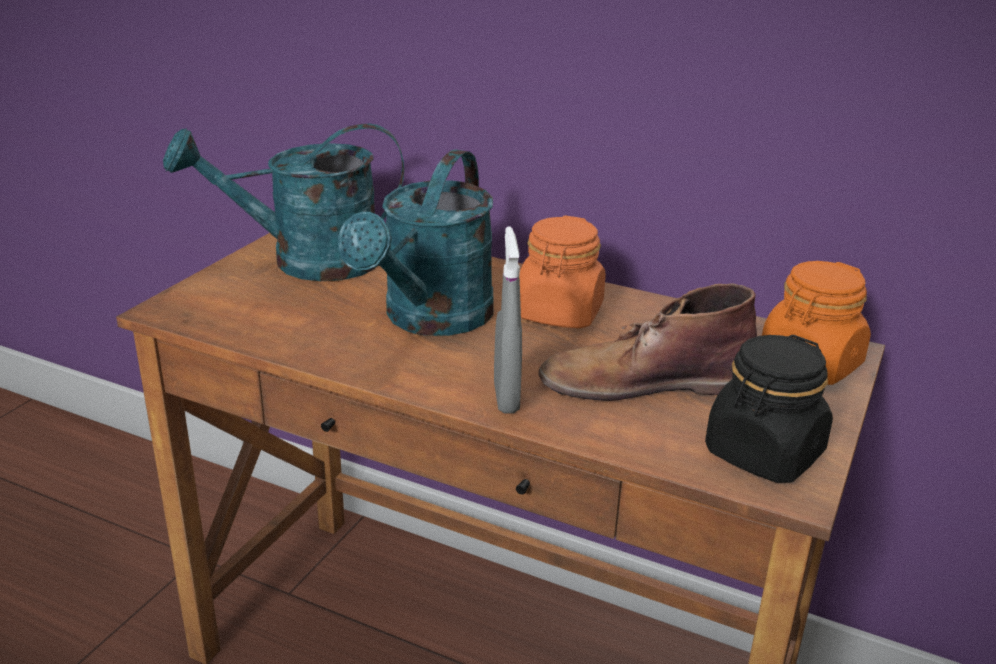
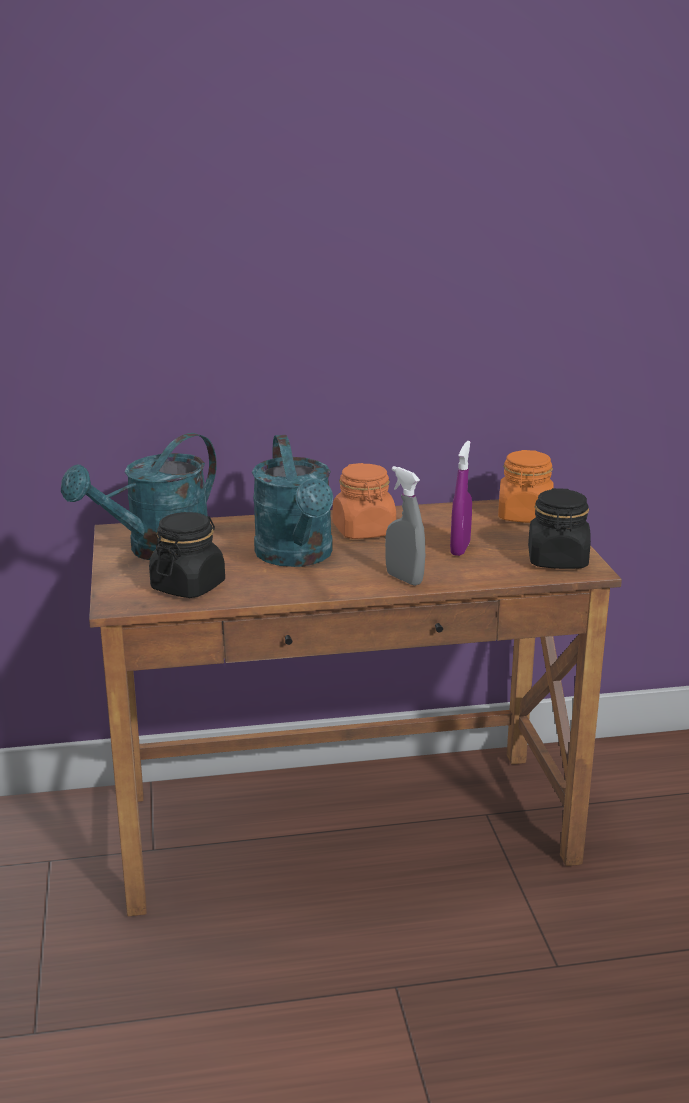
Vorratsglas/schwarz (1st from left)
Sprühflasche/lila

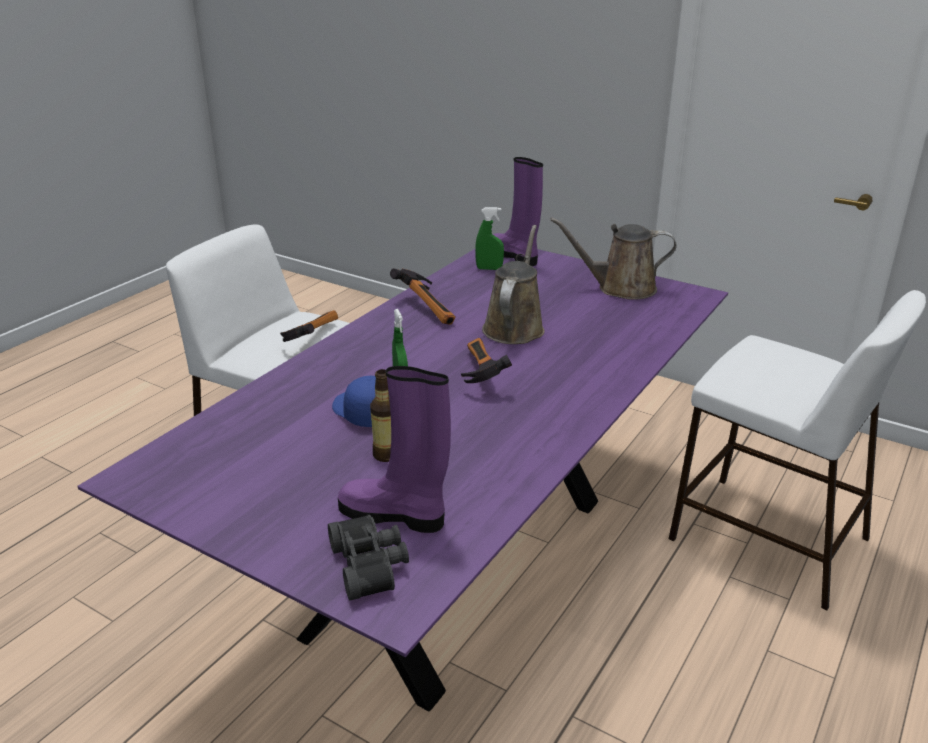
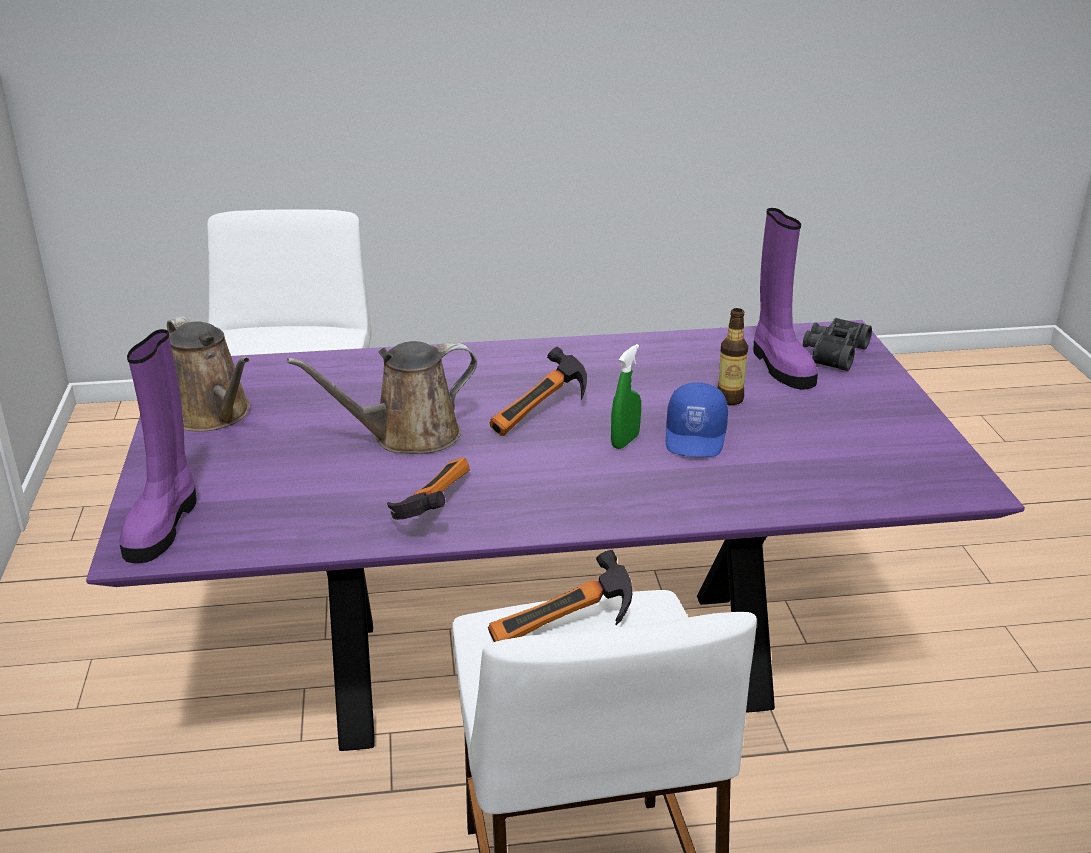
Sprühflasche/grün (2nd from left in the first image)

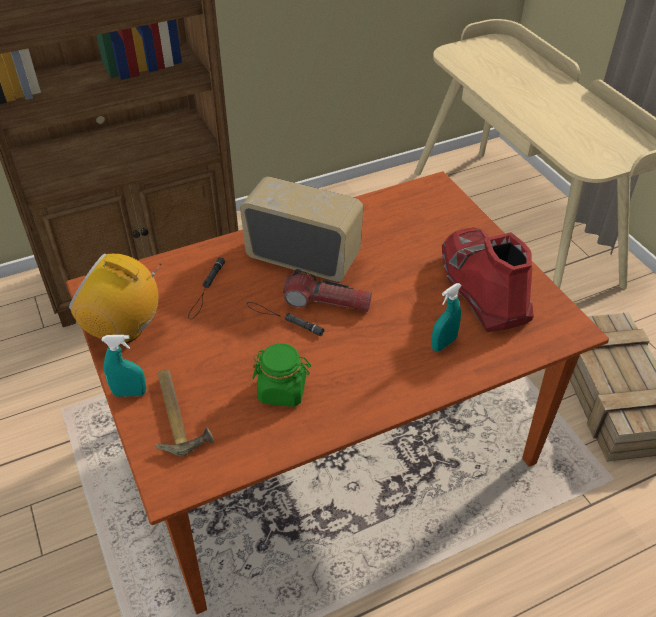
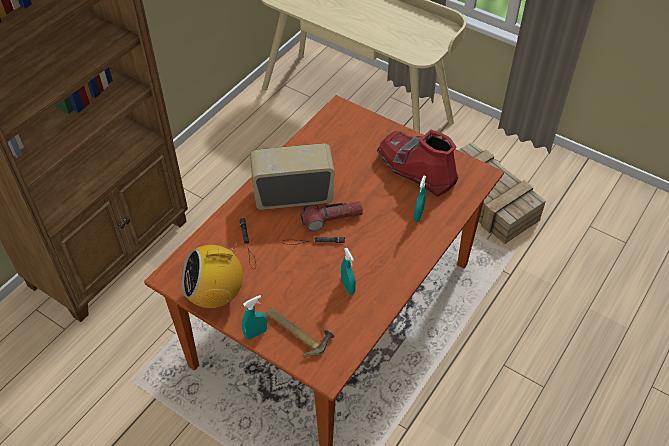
Sprühflasche/türkis (2nd from left)

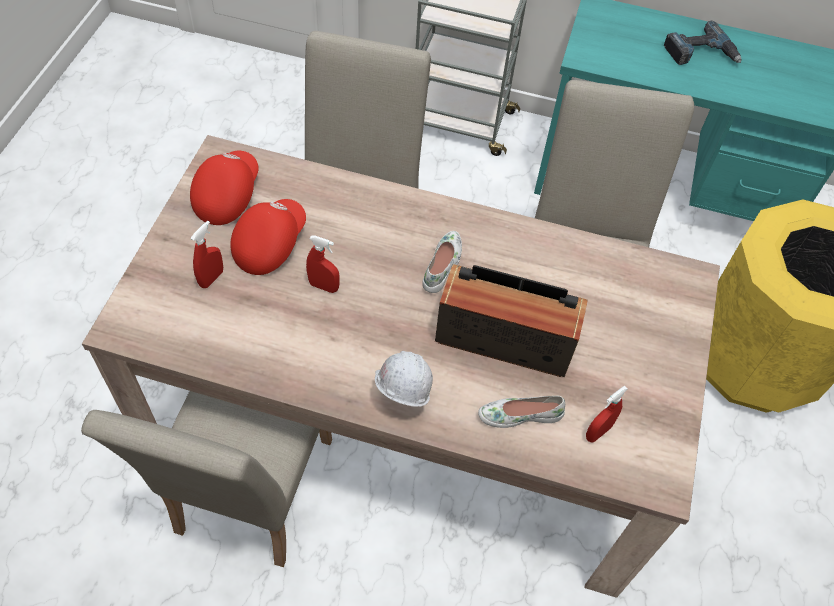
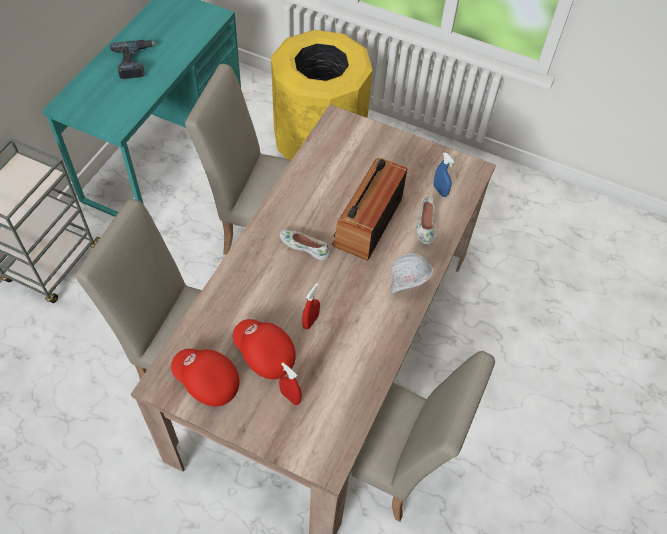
Sprühflasche/blau

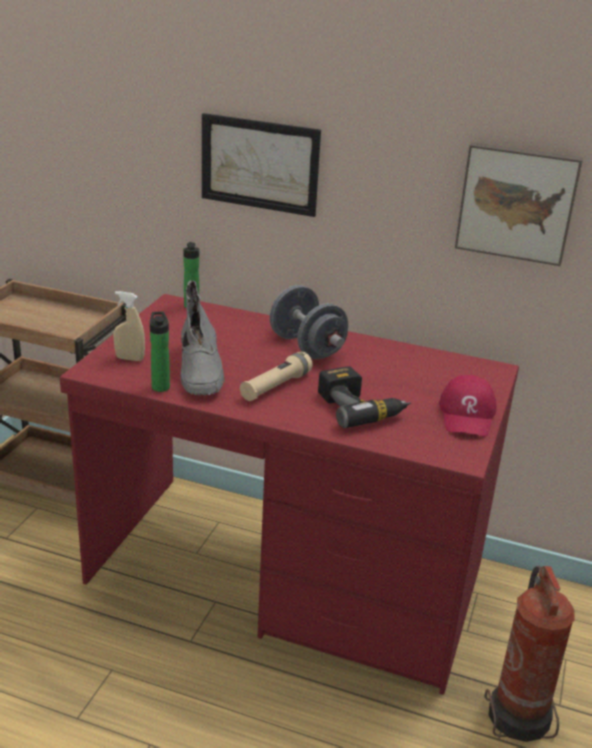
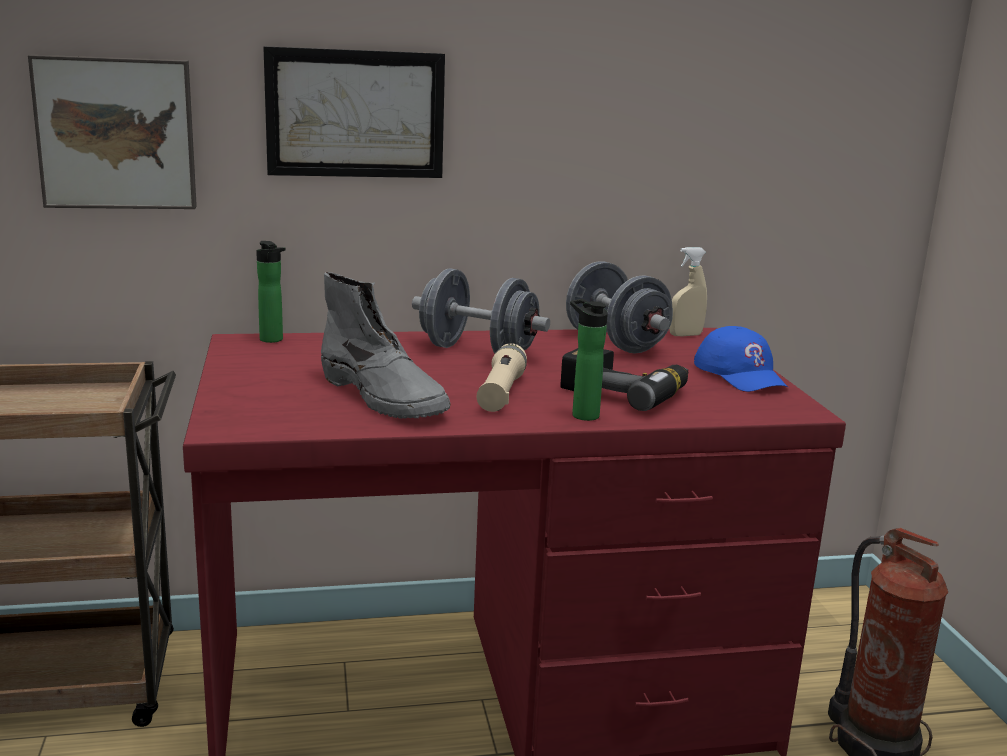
Hantel/grau (2nd from left)
Sprühflasche/beige
Flasche (2nd from left)
Bild (1st from left)
Kappe/blau

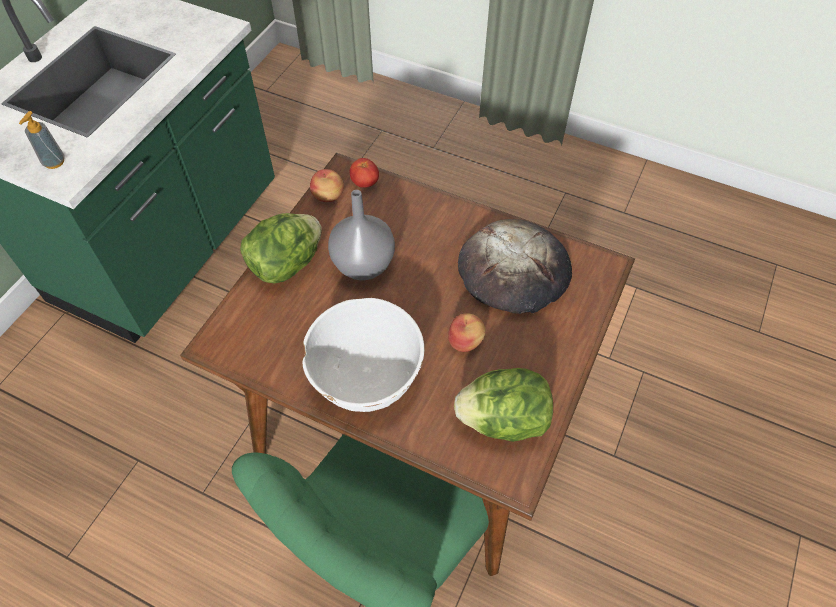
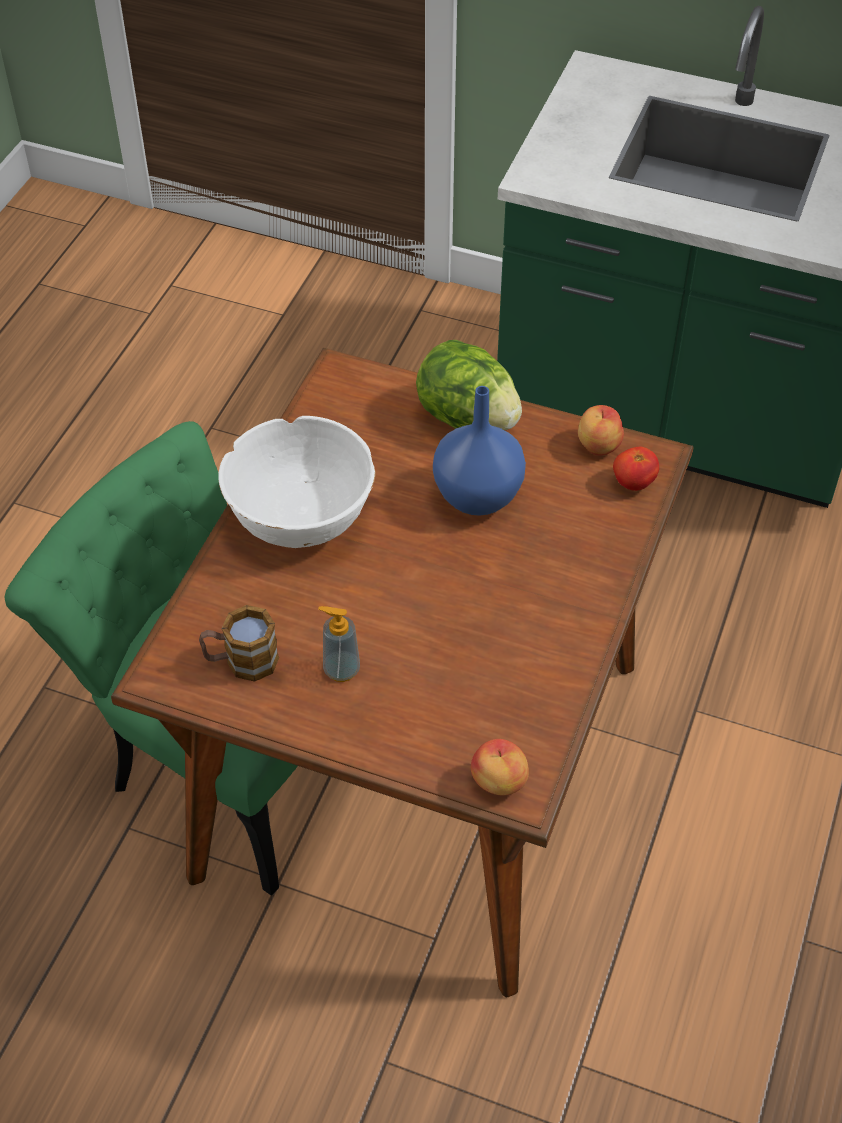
Brot
Seifenspender
Apfel (1st from left)
Henkelbecher
Vase/blau

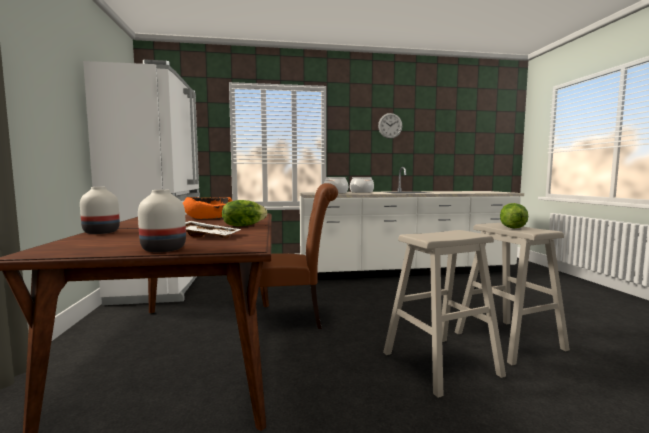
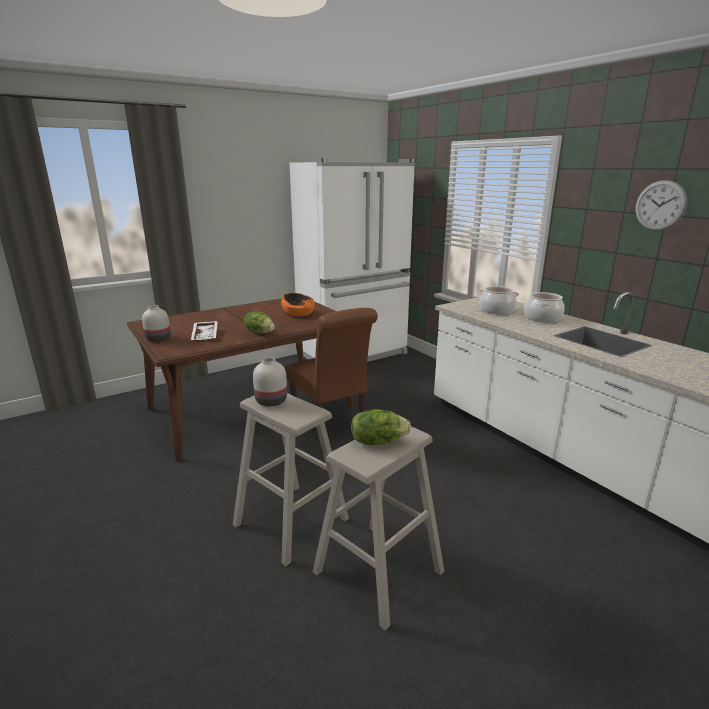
Vase/weiß (2nd from left)

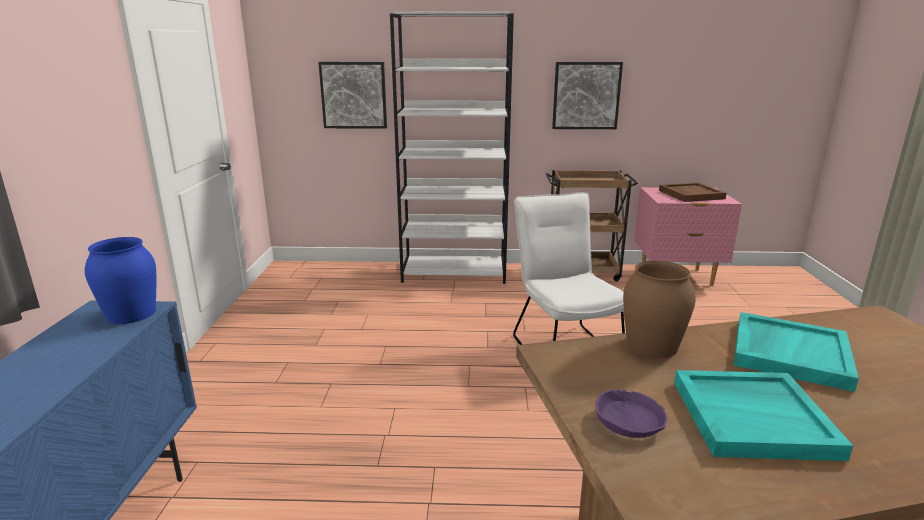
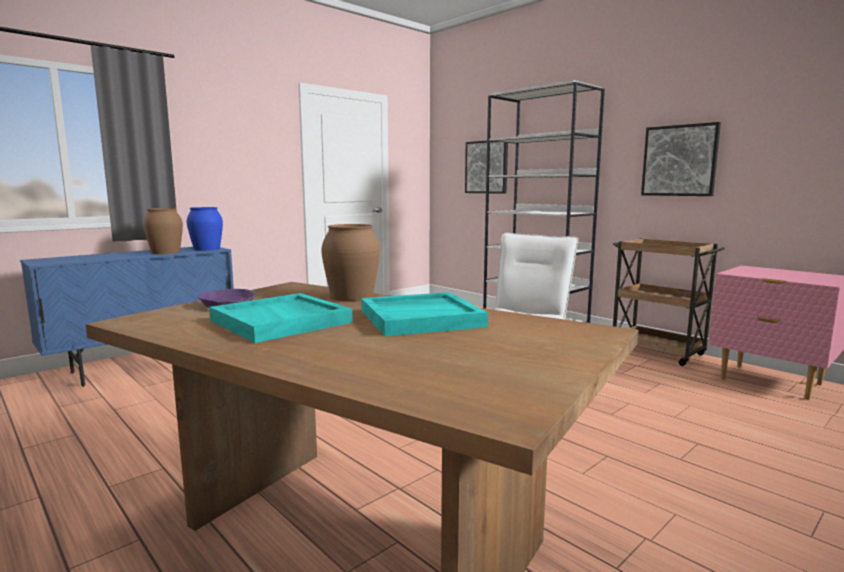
Tablett/braun
Vase/braun (1st from left)

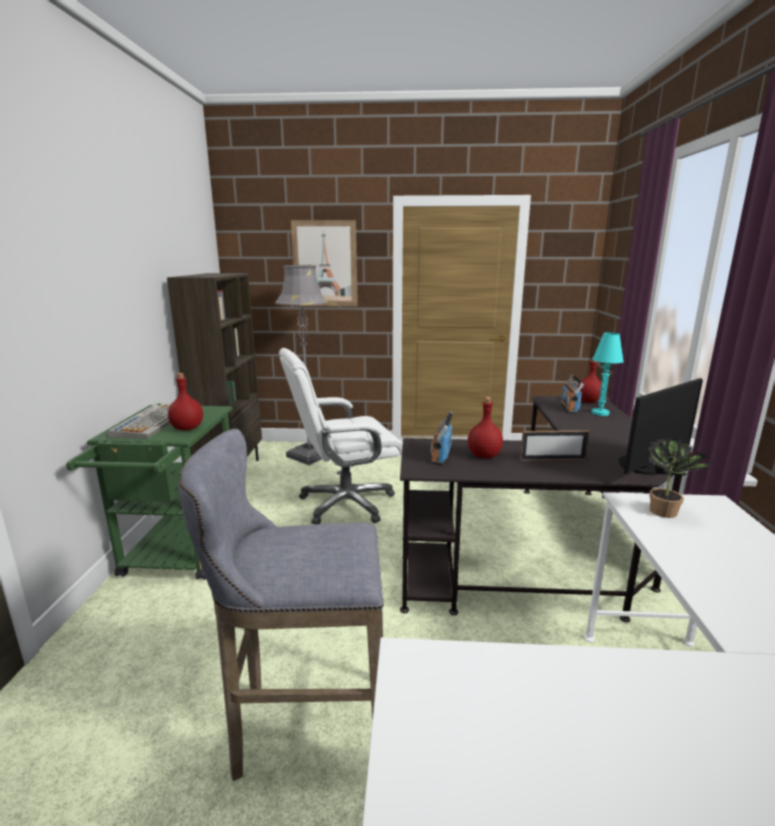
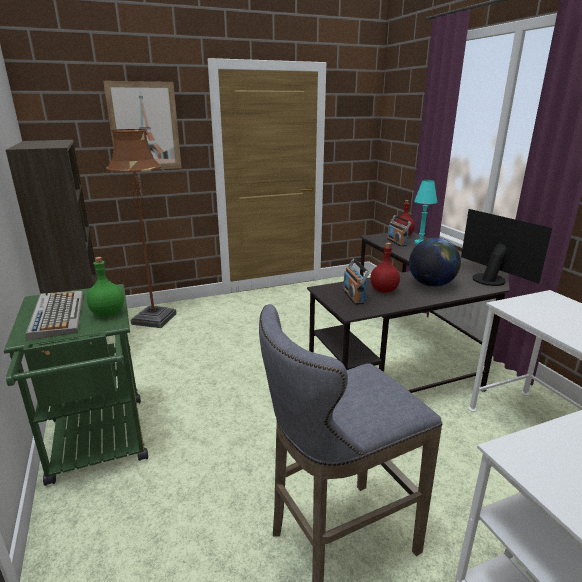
Bürostuhl/weiß
Topfpflanze
Globus
Flasche/grün
Stehlampe/braun
Monitor

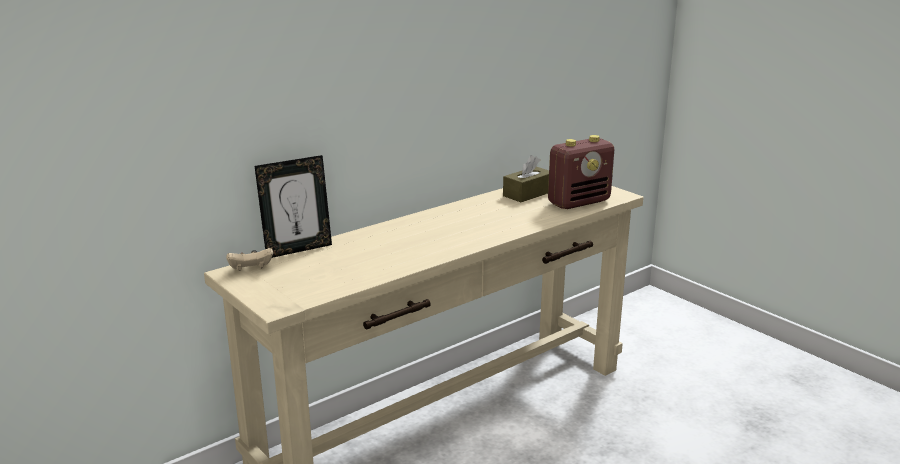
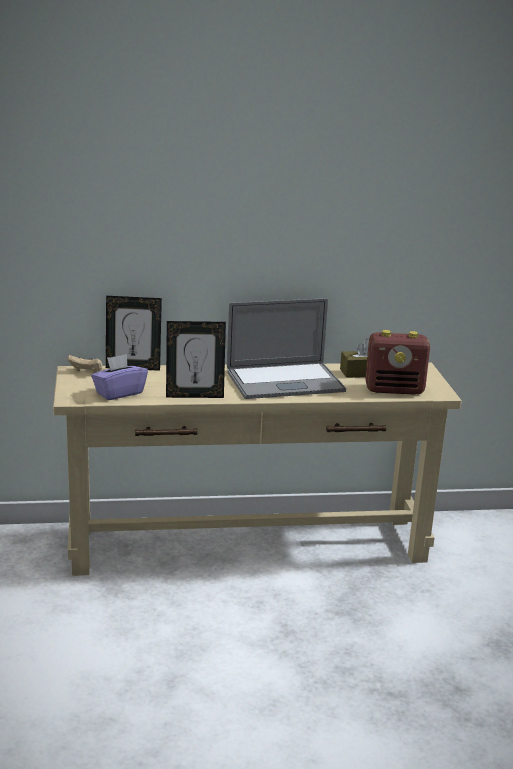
Taschentuchbox/lila
Bilderrahmen (2nd from left)
Laptop

